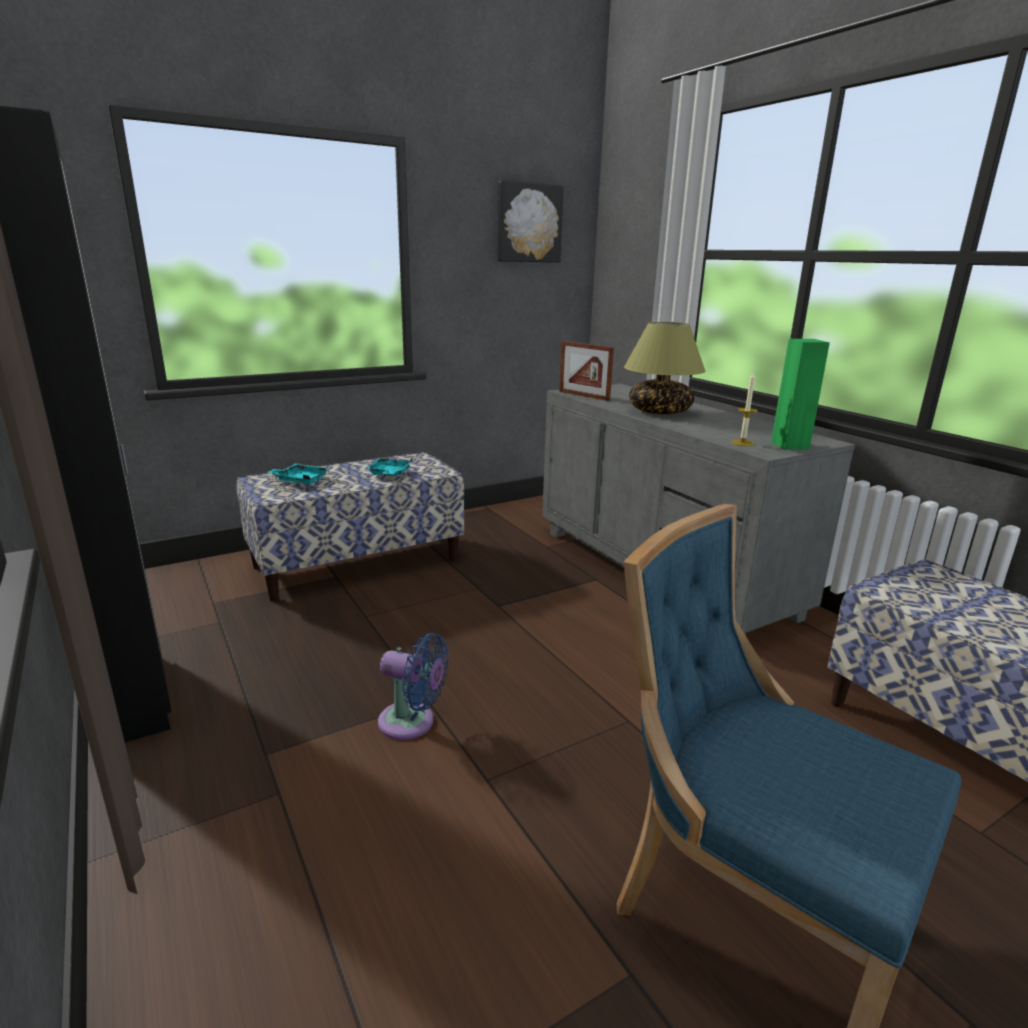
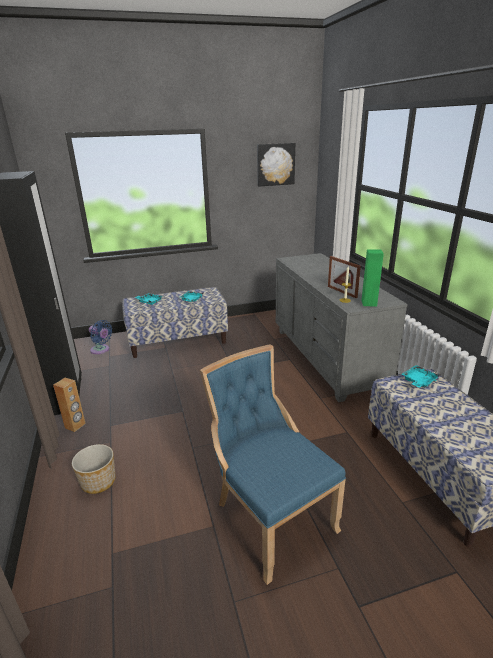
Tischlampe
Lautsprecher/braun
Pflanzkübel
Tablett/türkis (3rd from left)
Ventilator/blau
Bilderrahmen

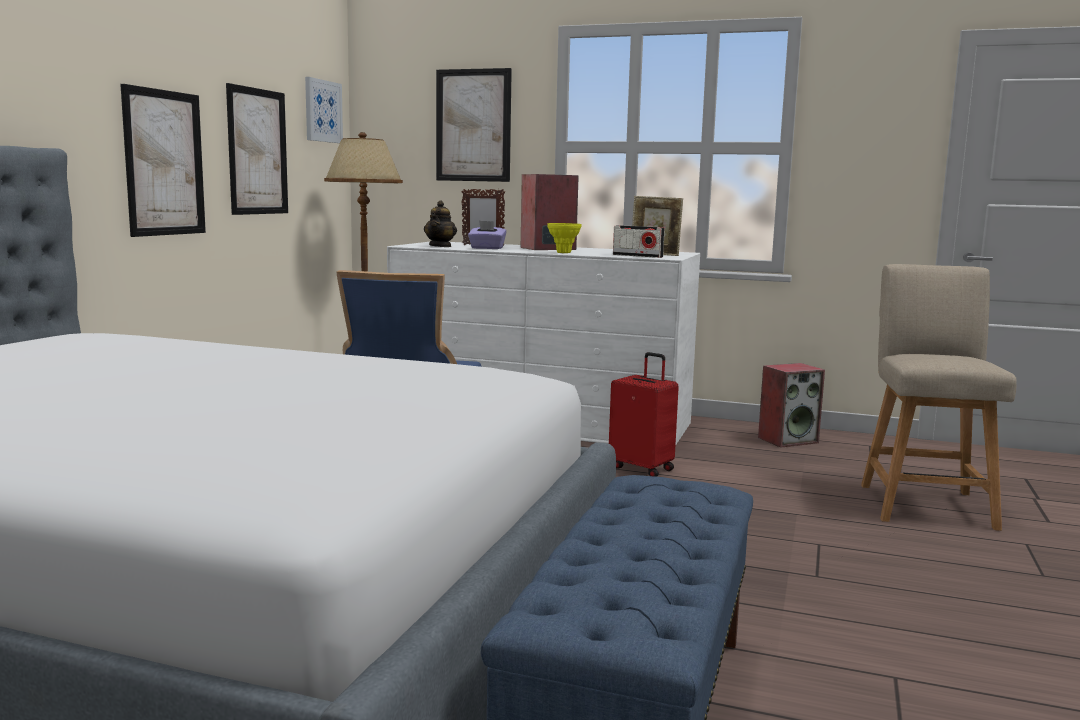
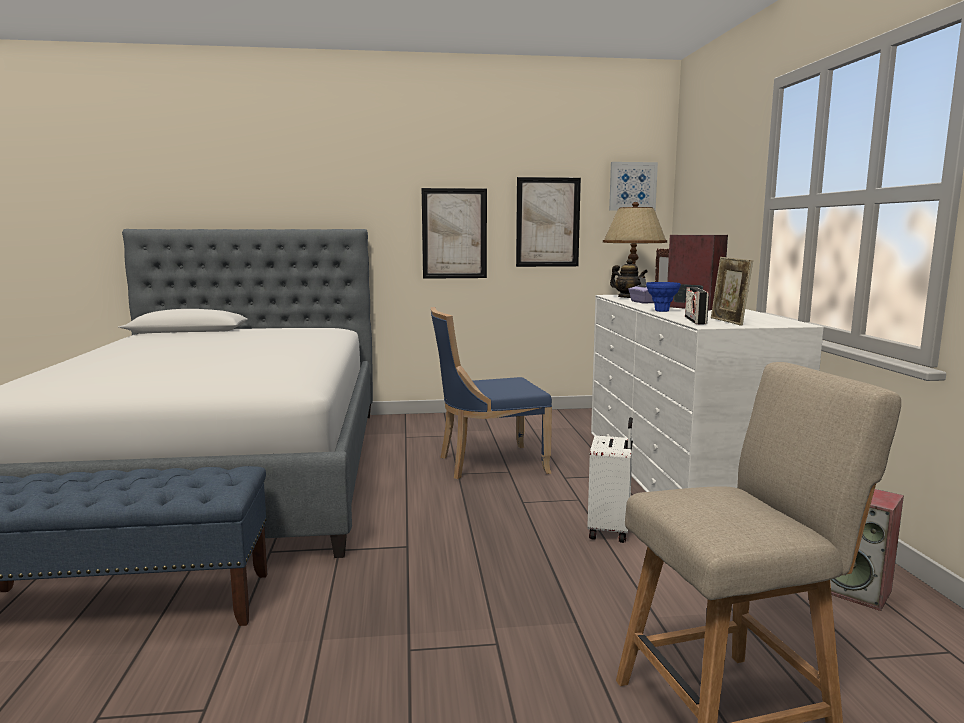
Bild (4th from left in the first image)
Vase/blau
Koffer/weiß
Teekanne

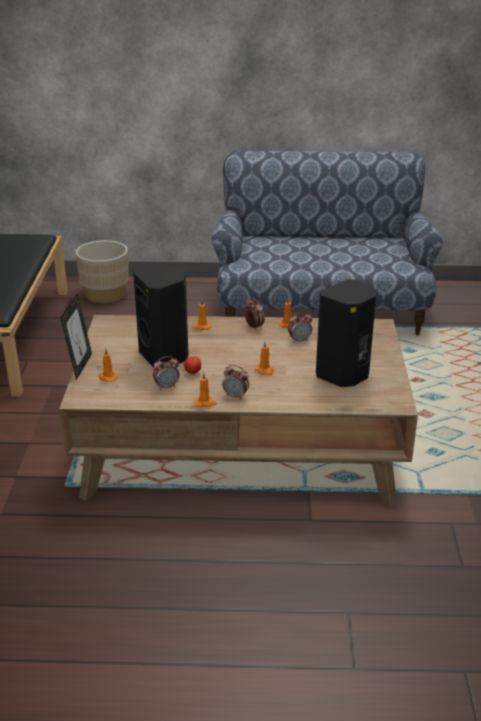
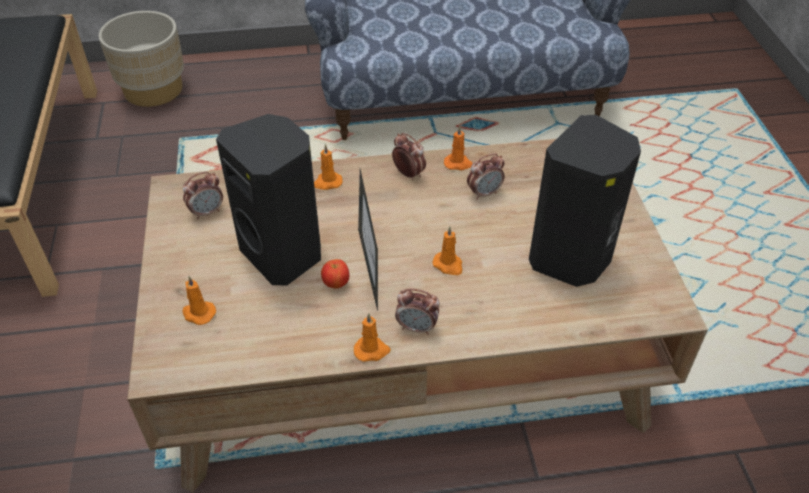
Bilderrahmen
Wecker (1st from left)

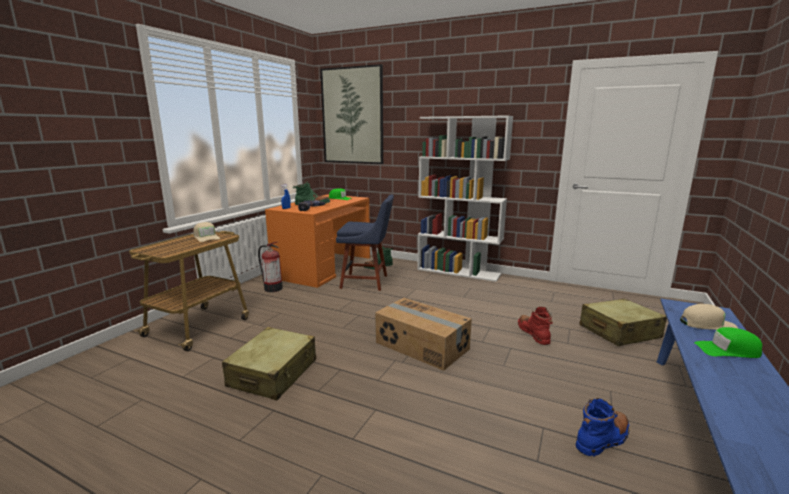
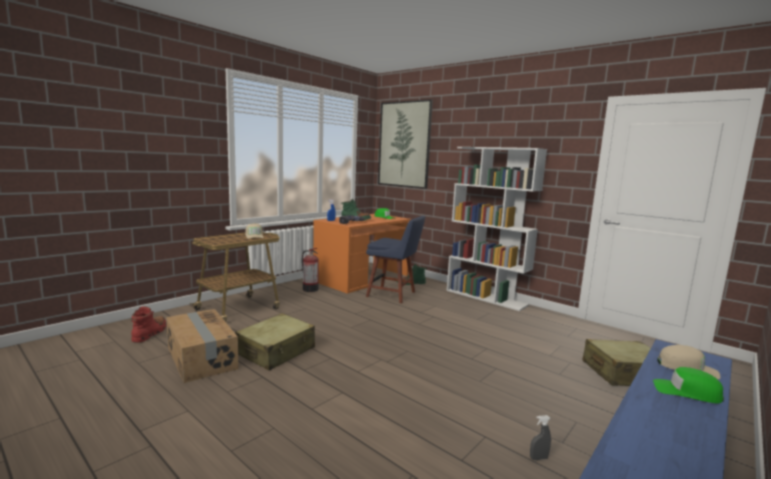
Karton
Stiefel/rot
Sprühflasche/grau

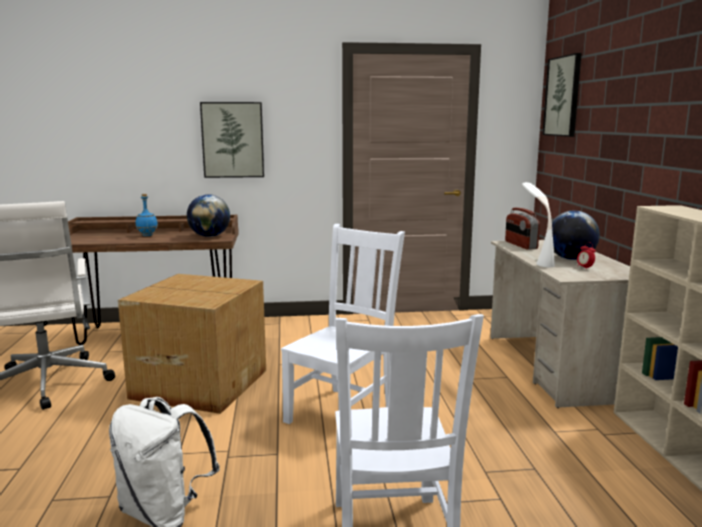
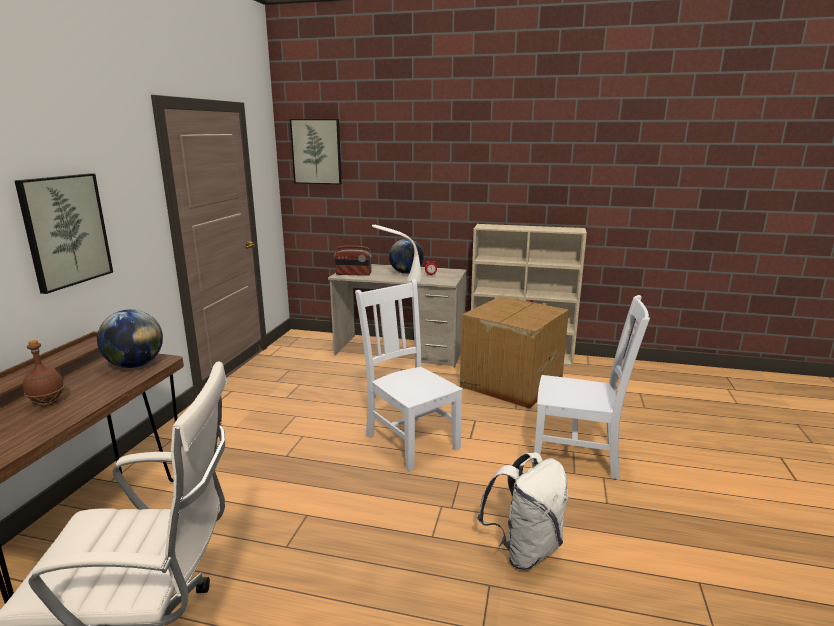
Karton
Flasche/braun

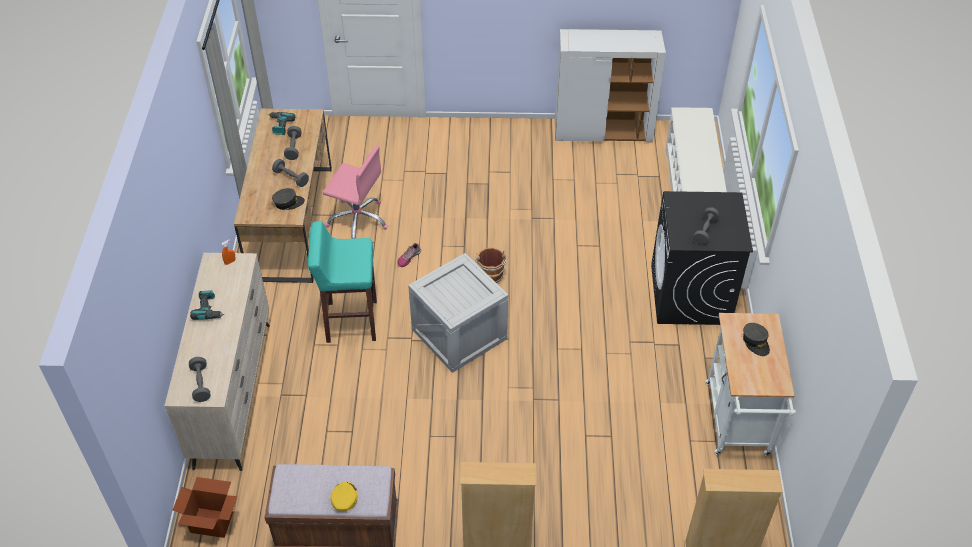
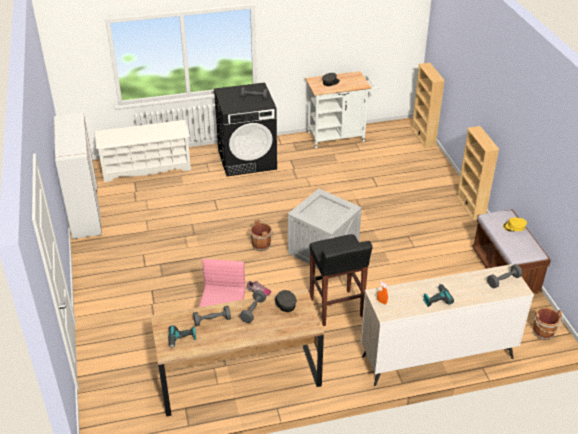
Eimer/braun (2nd from left)
Hocker/schwarz

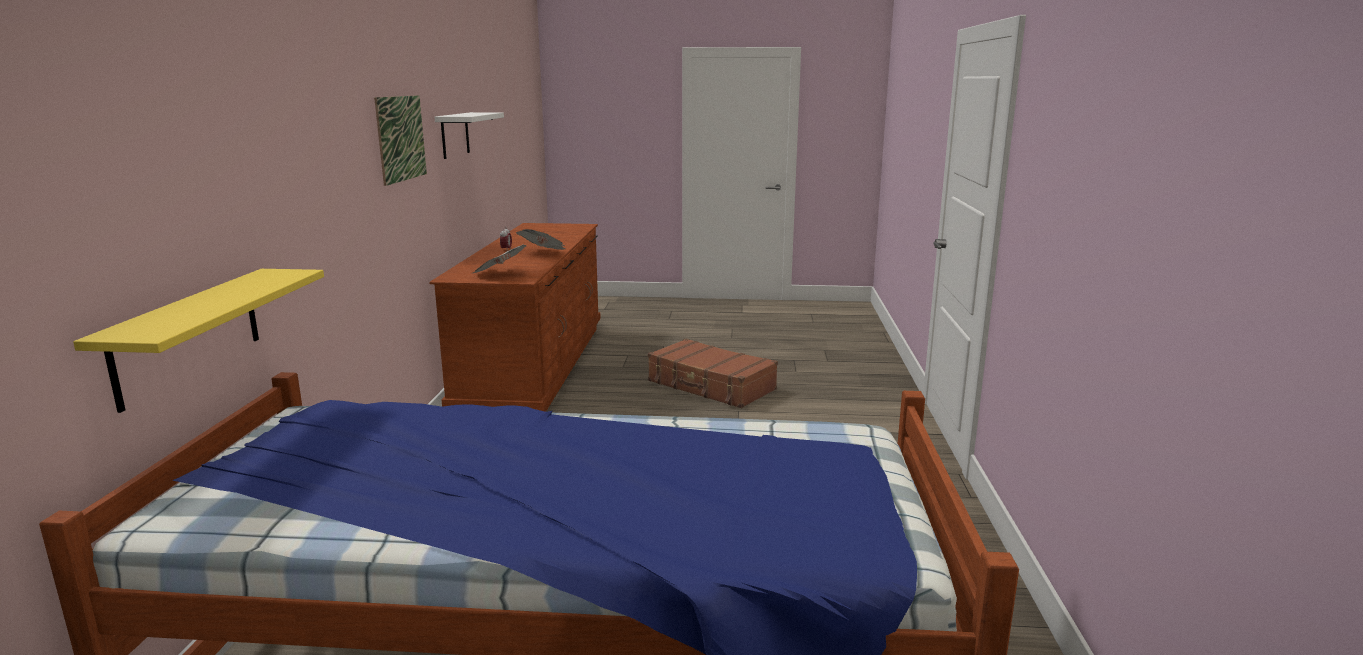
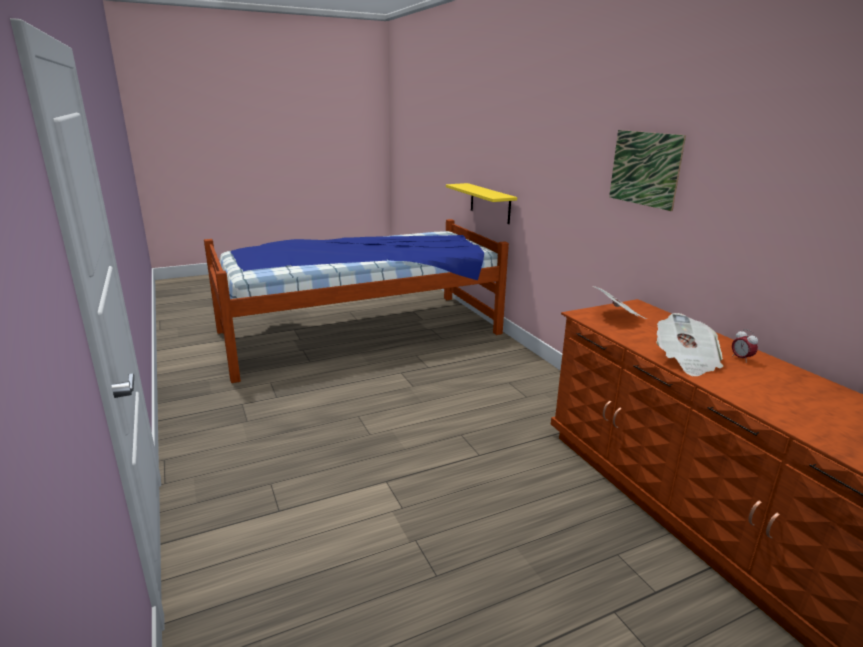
Wandregal/weiß
Koffer/braun

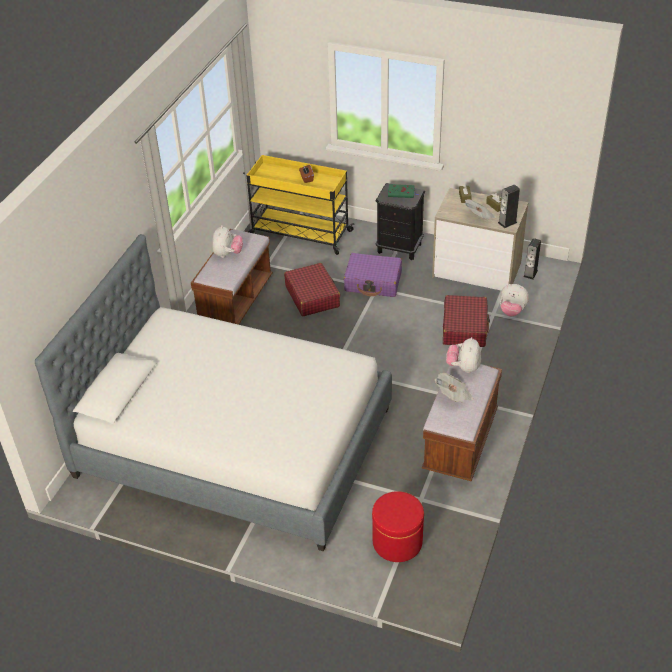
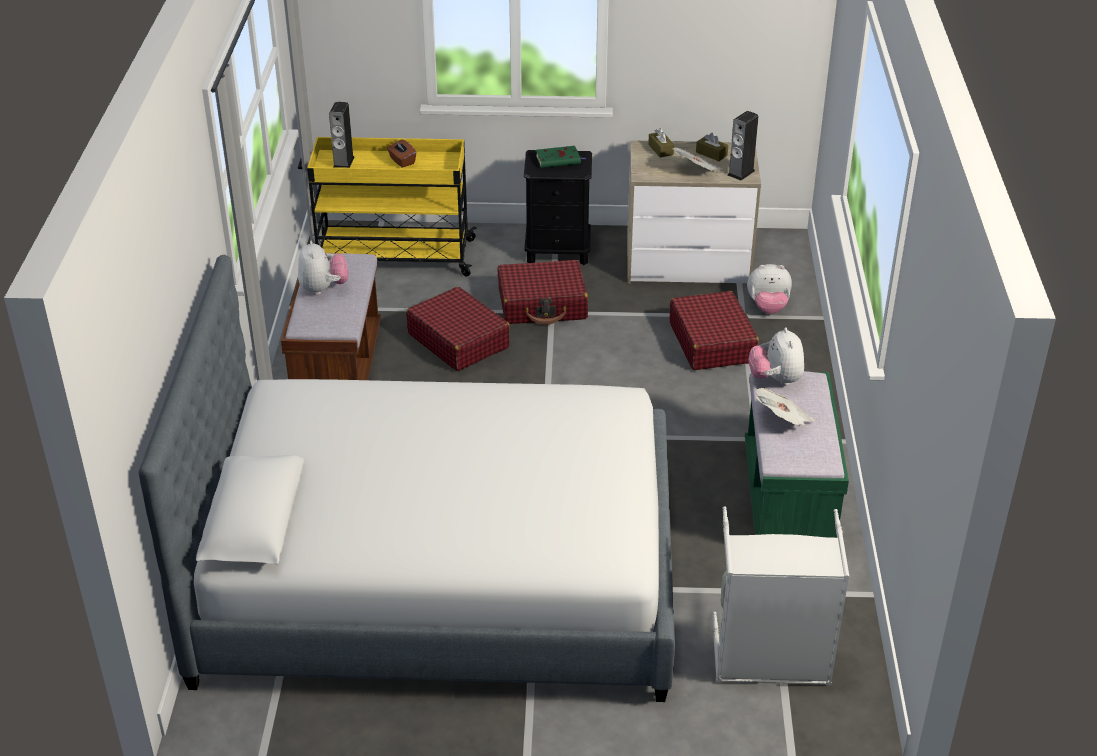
Lautsprecher (1st from left)
Wäschekorb/grau
Koffer/rot (2nd from left)
Bank/grün

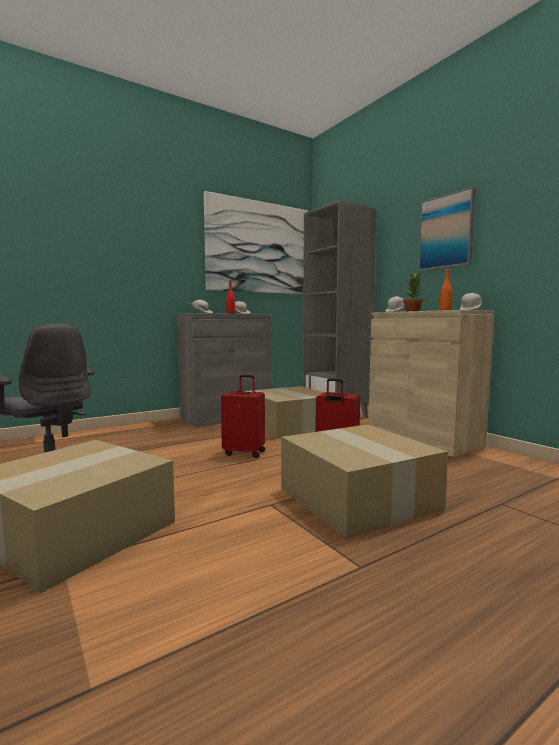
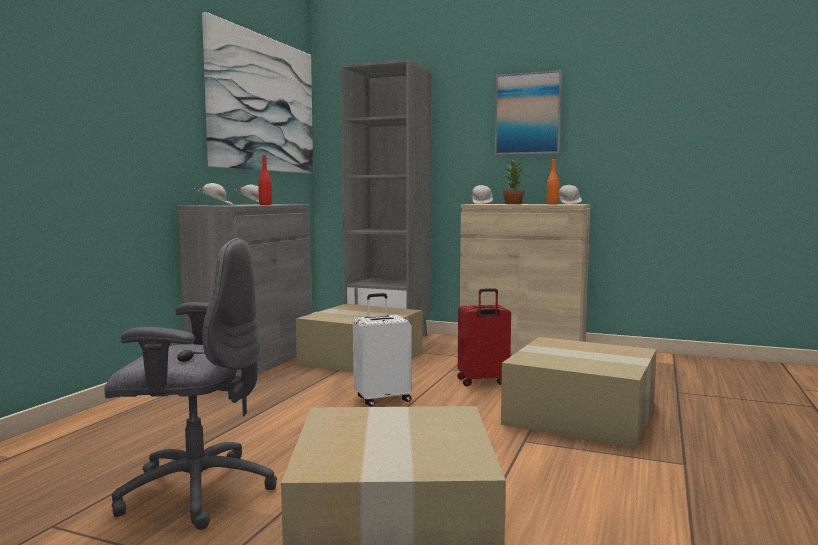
Koffer/weiß

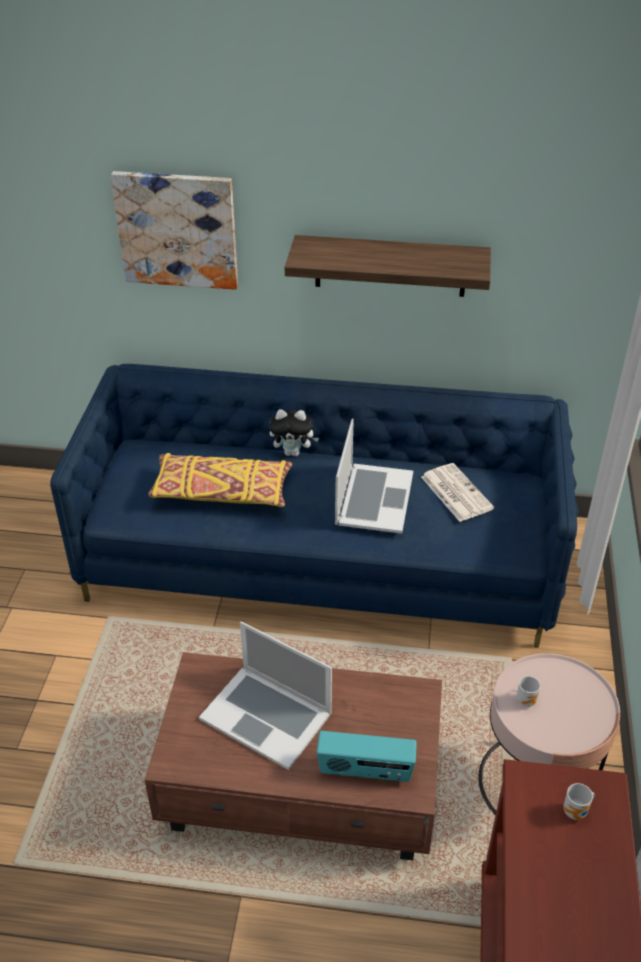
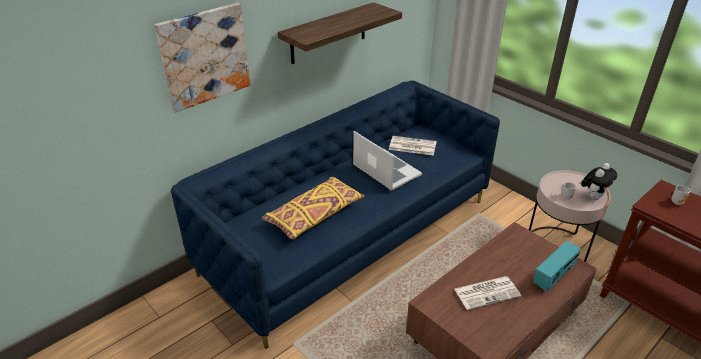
Plüschtier
Zeitung (2nd from left)

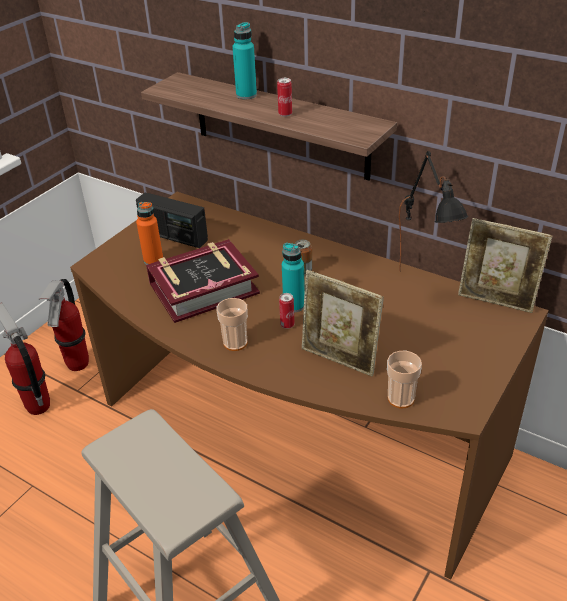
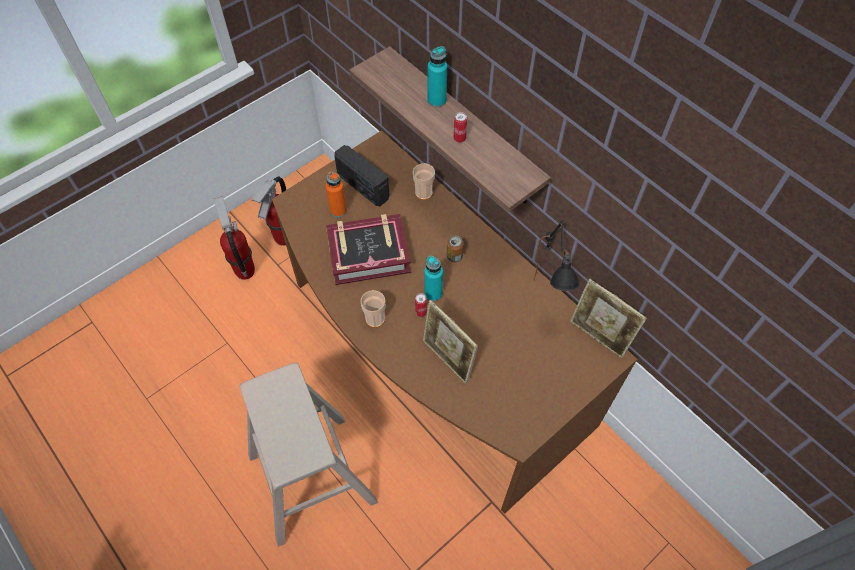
Tasse (2nd from left)

